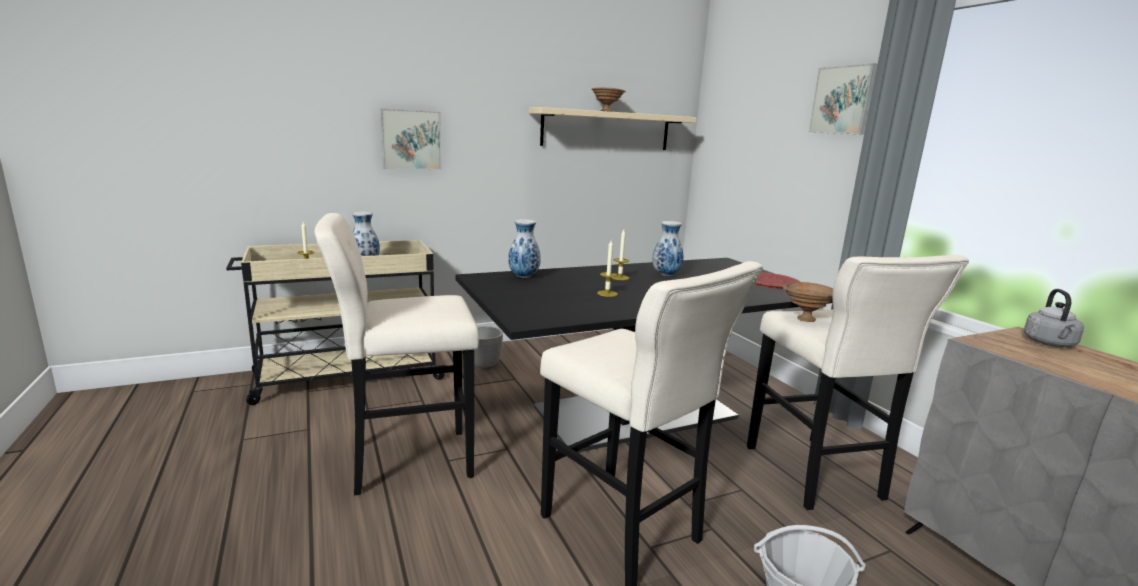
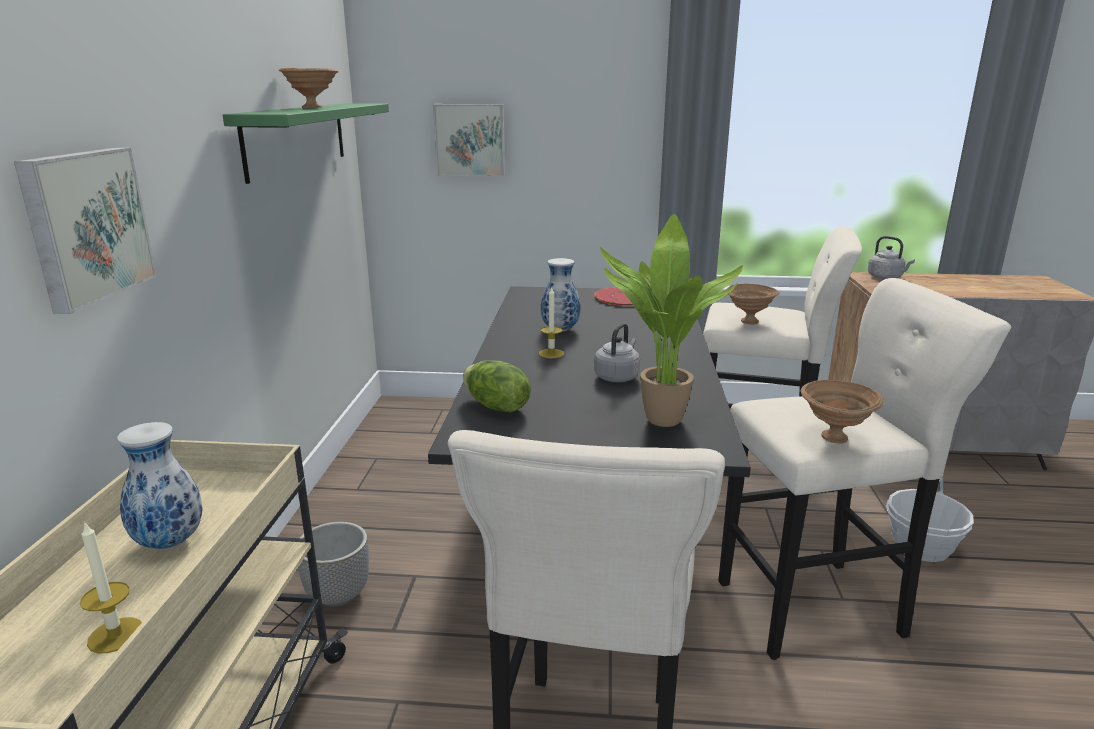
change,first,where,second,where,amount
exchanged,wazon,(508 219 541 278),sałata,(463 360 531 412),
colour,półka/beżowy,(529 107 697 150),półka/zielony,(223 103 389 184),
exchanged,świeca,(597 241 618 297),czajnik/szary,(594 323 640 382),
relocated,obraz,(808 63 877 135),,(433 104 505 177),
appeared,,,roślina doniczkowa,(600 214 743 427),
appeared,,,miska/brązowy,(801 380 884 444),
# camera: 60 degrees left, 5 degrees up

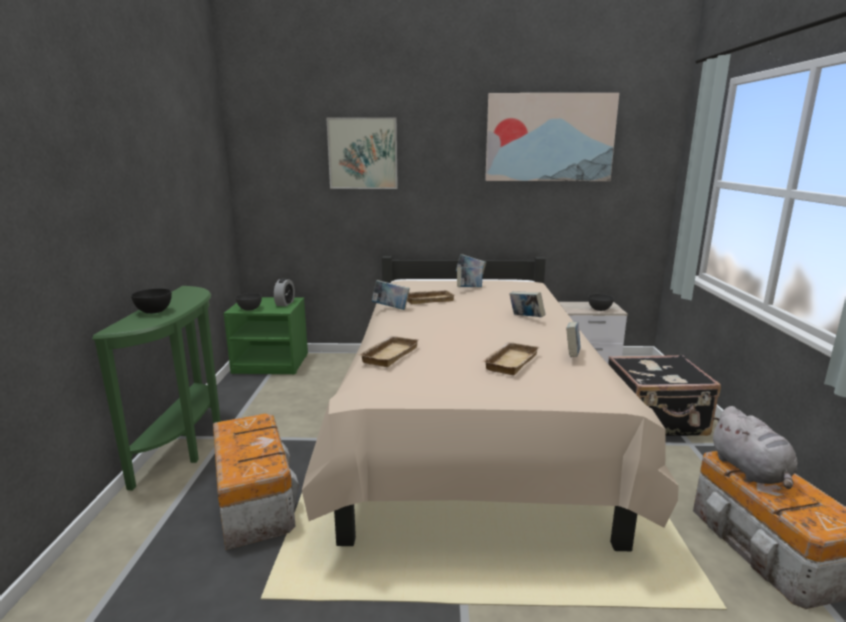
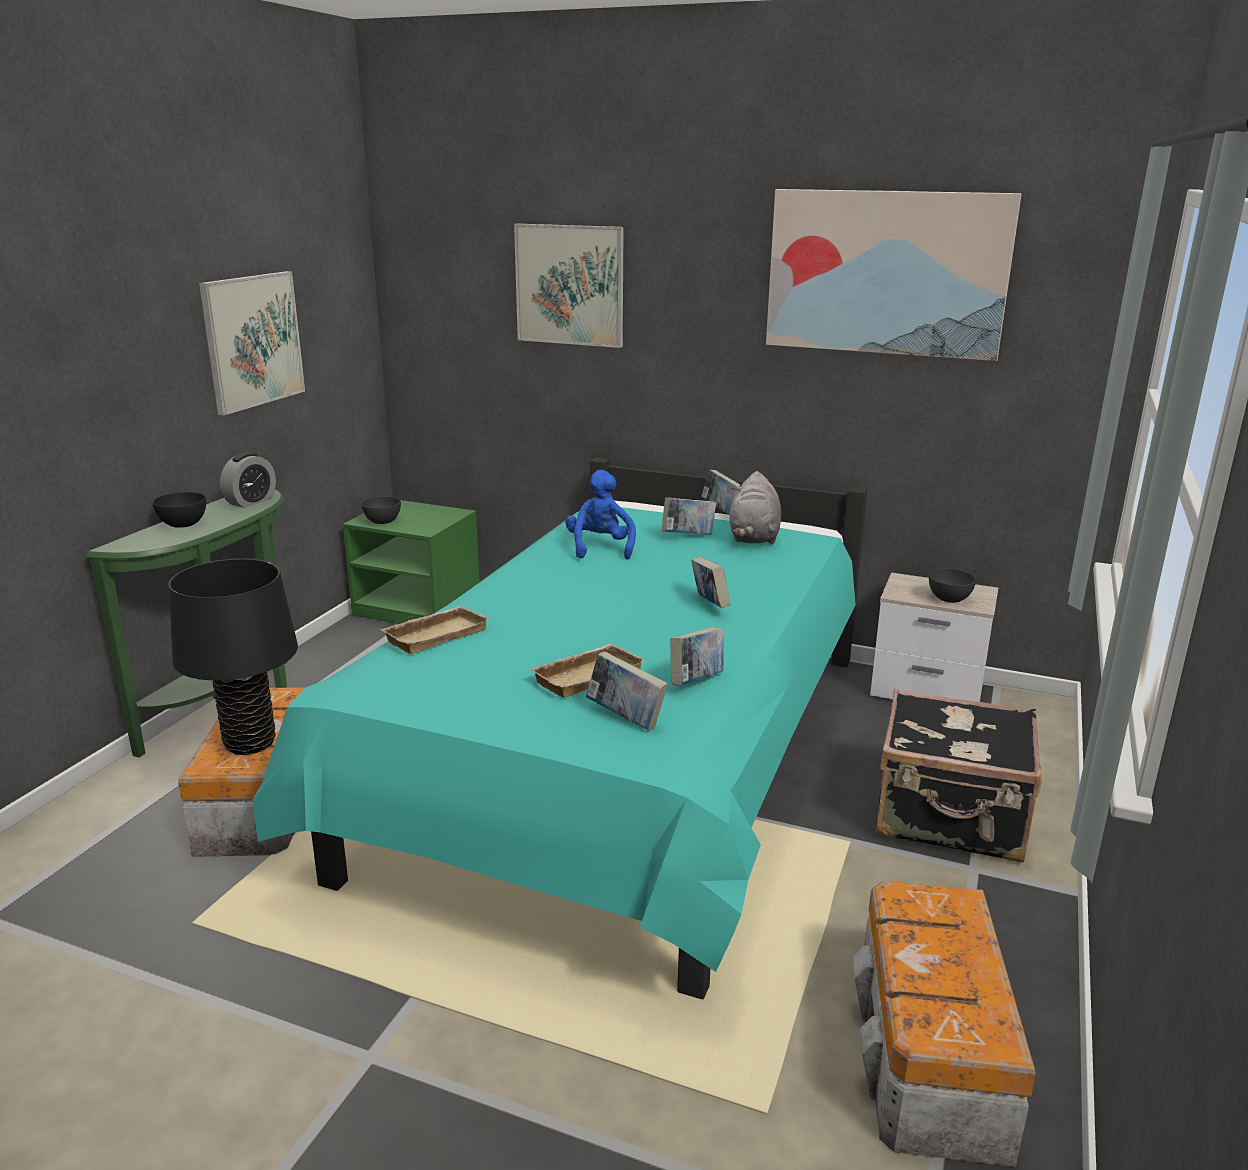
change,first,where,second,where,amount
relocated,budzik,(274 278 295 306),,(220 452 276 508),
colour,łóżko/beżowy,(302 256 679 551),łóżko/turkusowy,(253 458 867 999),
relocated,książka,(372 280 410 310),,(586 652 668 730),
exchanged,taca/beżowy,(407 290 455 304),pluszak/niebieski,(565 470 636 559),
relocated,pluszak/szary,(711 406 798 489),,(729 471 781 544),
appeared,,,lampa stołowa/czarny,(168 558 298 755),
appeared,,,obraz,(199 271 305 416),
# camera: 20 degrees right, 5 degrees up

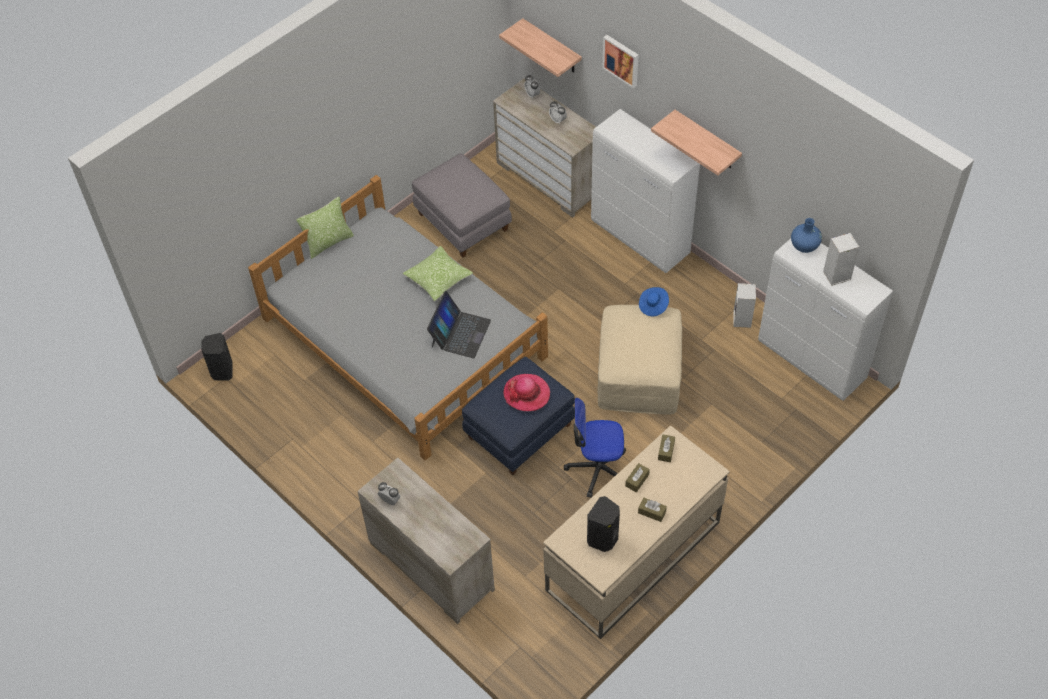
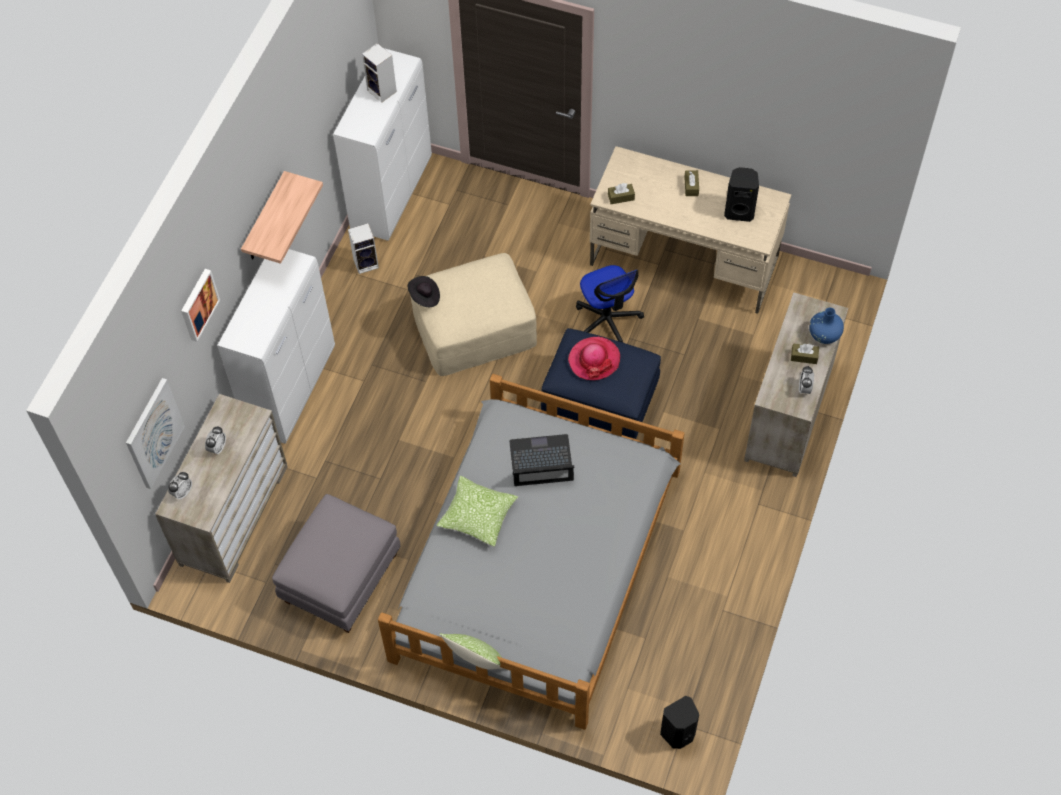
change,first,where,second,where,amount
exchanged,półka,(499 18 582 77),obraz,(126 378 185 489),
relocated,pudełko chusteczek/brązowy,(625 463 650 492),,(791 344 819 364),
colour,kapelusz/niebieski,(639 287 669 316),kapelusz/czarny,(408 276 440 307),
relocated,wazon/niebieski,(791 218 822 253),,(809 308 844 344),
# camera: 115 degrees left, 5 degrees up

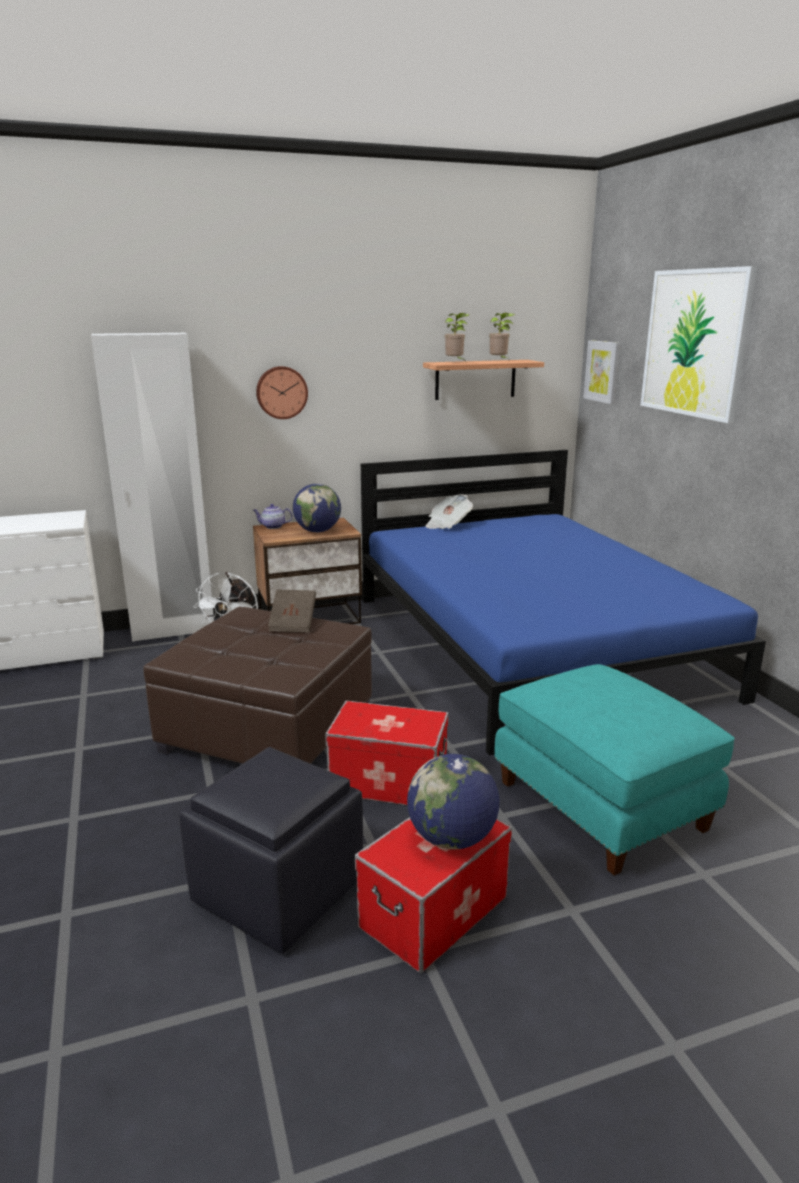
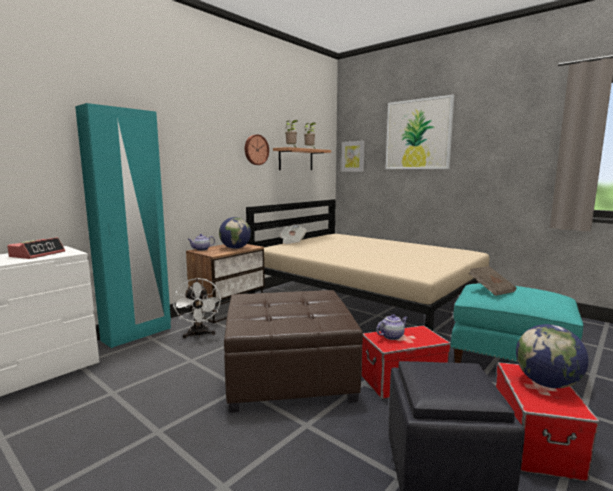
change,first,where,second,where,amount
colour,szafa/biały,(91 333 214 642),szafa/turkusowy,(75 103 171 348),
relocated,zegar ścienny,(256 366 308 419),,(245 134 269 165),
relocated,książka/brązowy,(268 589 316 633),,(469 266 517 296),
colour,łóżko/niebieski,(361 450 766 755),łóżko/beżowy,(246 199 489 331),
appeared,,,budzik,(7 237 65 259),
appeared,,,imbryk,(377 314 408 340),
# camera: 30 degrees left, 10 degrees down

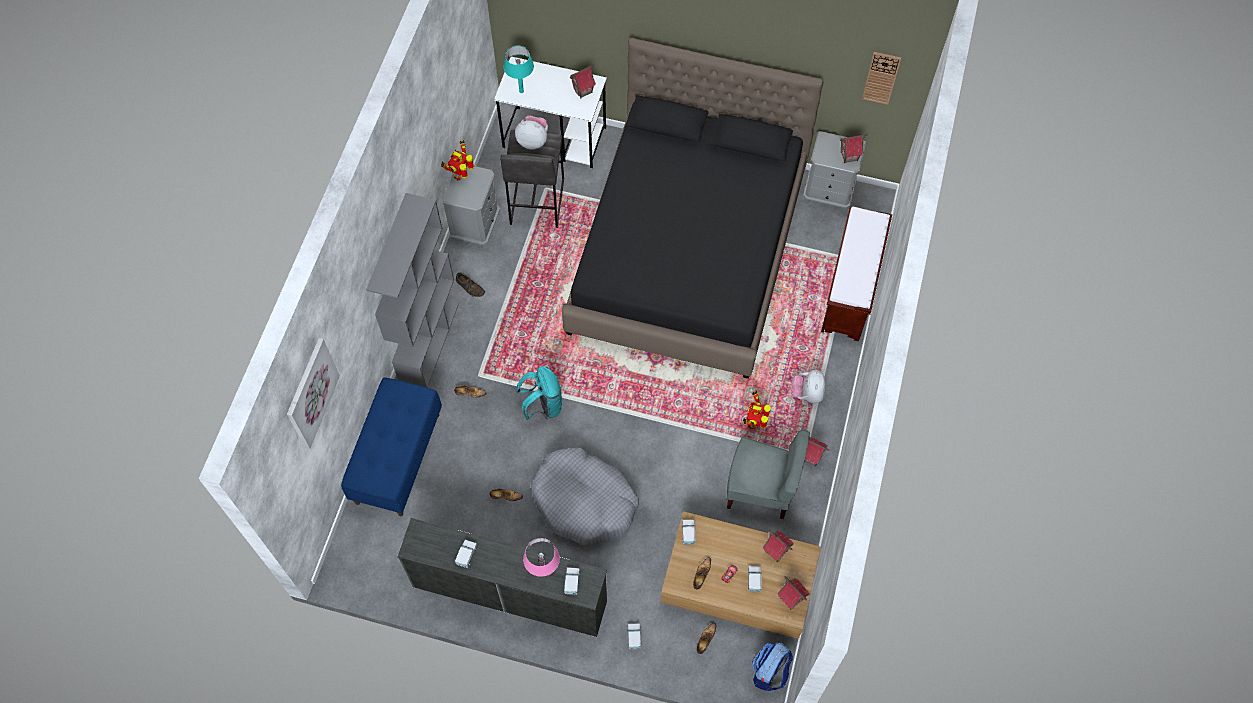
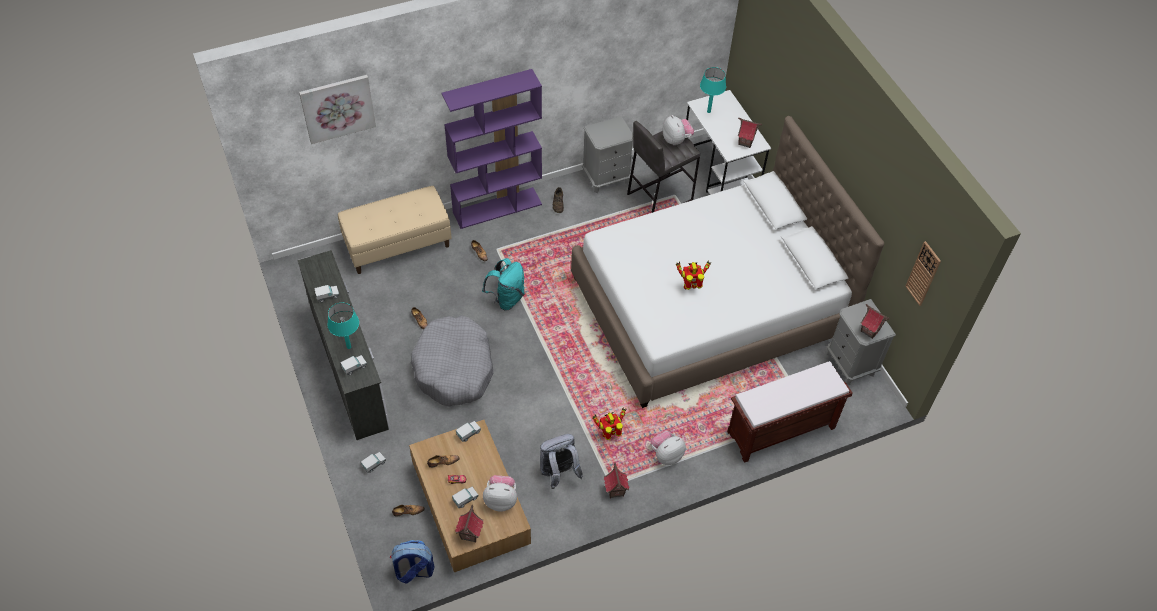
change,first,where,second,where,amount
colour,ławka/niebieski,(341 377 442 516),ławka/beżowy,(338 186 452 274),
colour,regał/szary,(366 193 459 388),regał/fioletowy,(441 69 542 229),
relocated,robot zabawkowy,(441 140 474 181),,(676 261 711 290),
colour,lampa stołowa/różowy,(523 538 560 577),lampa stołowa/turkusowy,(328 303 359 349),
colour,łóżko/czarny,(562 38 823 379),łóżko/biały,(571 116 884 408),
exchanged,krzesło/szary,(727 430 810 519),plecak/szary,(540 434 584 489),
exchanged,domek,(762 529 794 562),pluszak,(483 475 517 512),
# camera: 50 degrees right, 10 degrees down

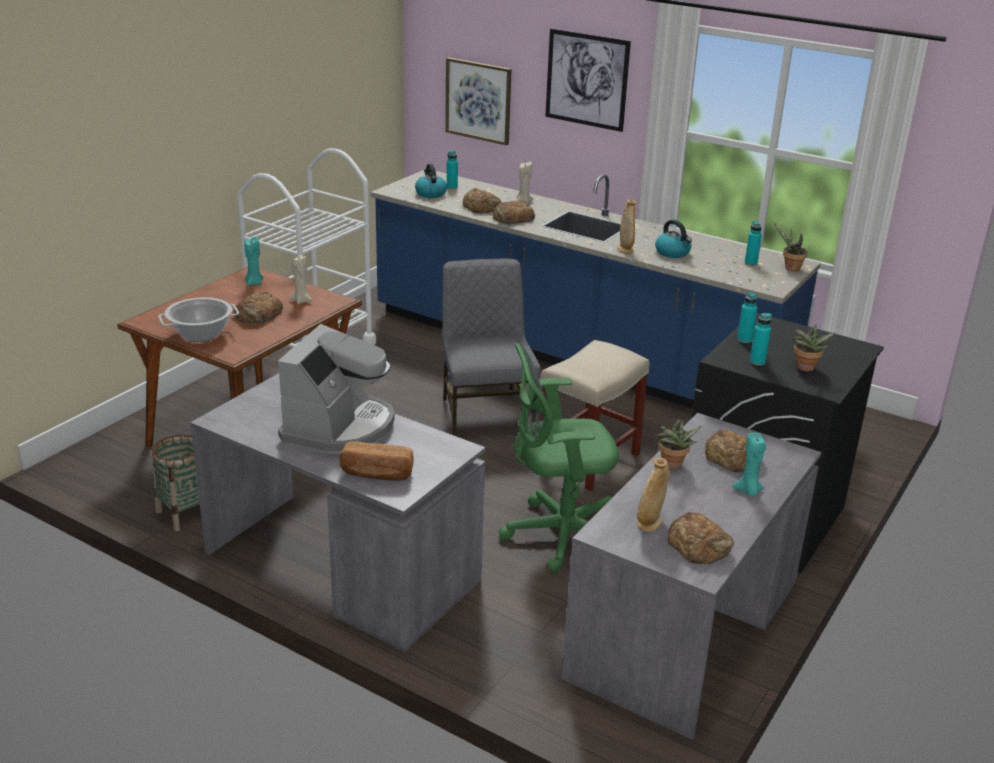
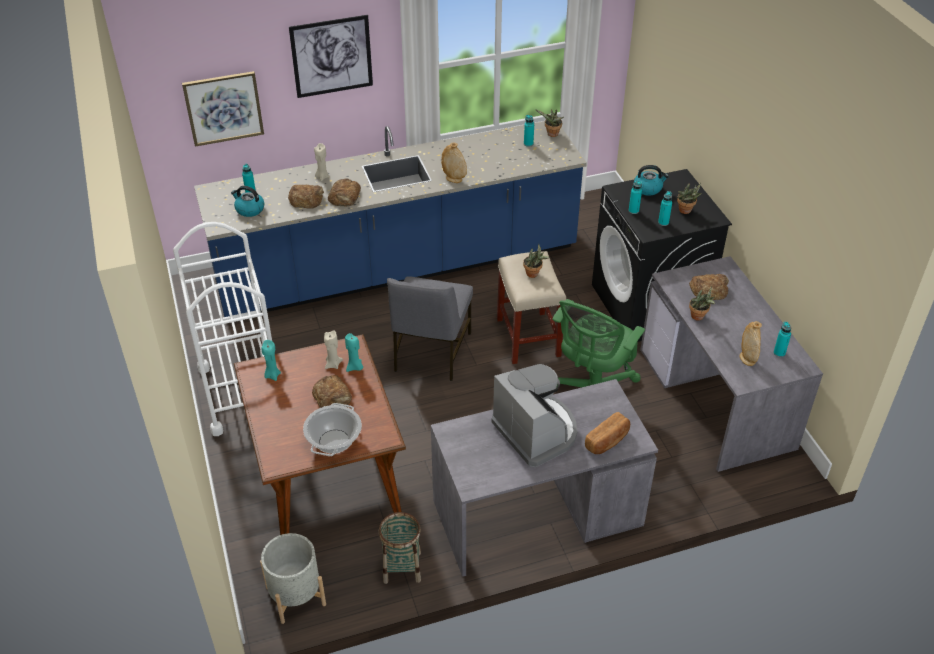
change,first,where,second,where,amount
spun,krzesło/szary,(442 259 541 436),,(387 276 473 381),105 degrees counterclockwise
relocated,czajnik,(655 220 692 258),,(634 165 669 196),
exchanged,chleb,(668 512 734 565),butelka/turkusowy,(774 322 791 357),
relocated,świeca/turkusowy,(733 433 766 496),,(345 333 363 372),
appeared,,,donica/szary,(260 533 326 624),
appeared,,,roślina doniczkowa,(523 243 550 278),
# camera: 50 degrees left, 15 degrees up

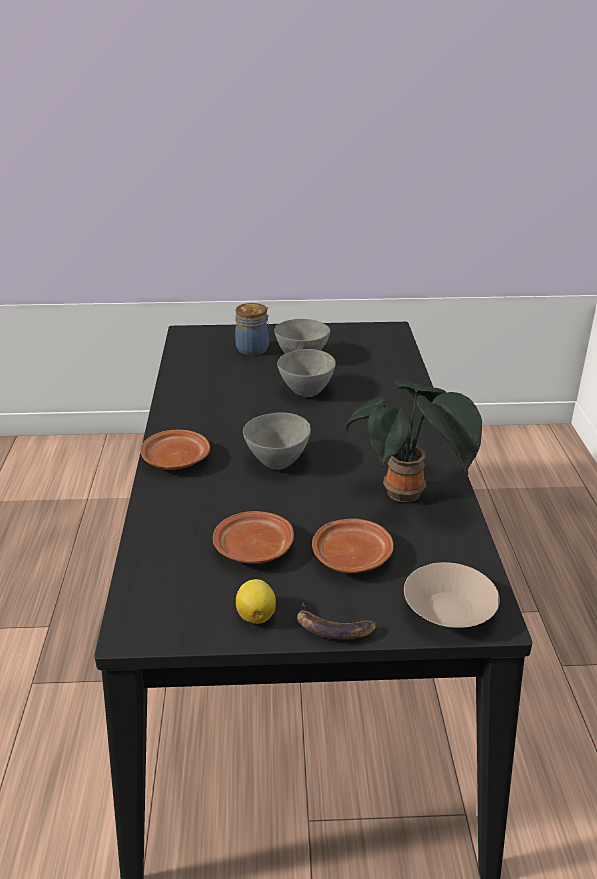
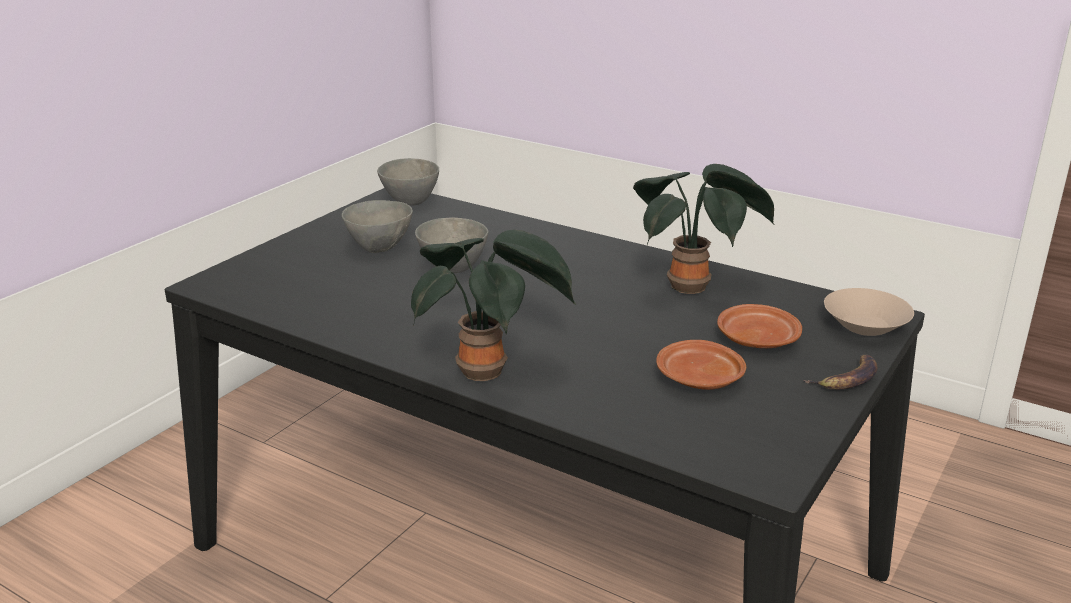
change,first,where,second,where,amount
exchanged,talerz/brązowy,(140 430 210 470),roślina doniczkowa,(411 229 577 381),
missing,słoik,(235 303 270 356),,,
missing,cytryna,(236 579 276 624),,,
relocated,miska/szary,(243 412 311 470),,(377 158 439 206),
# camera: 55 degrees left, 5 degrees down

